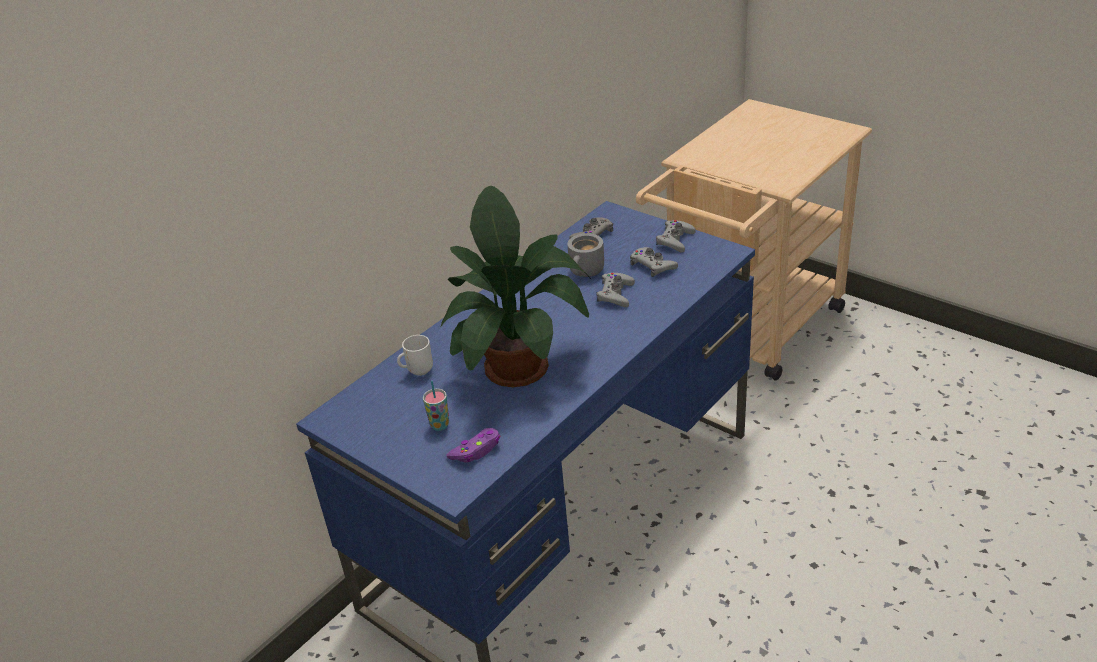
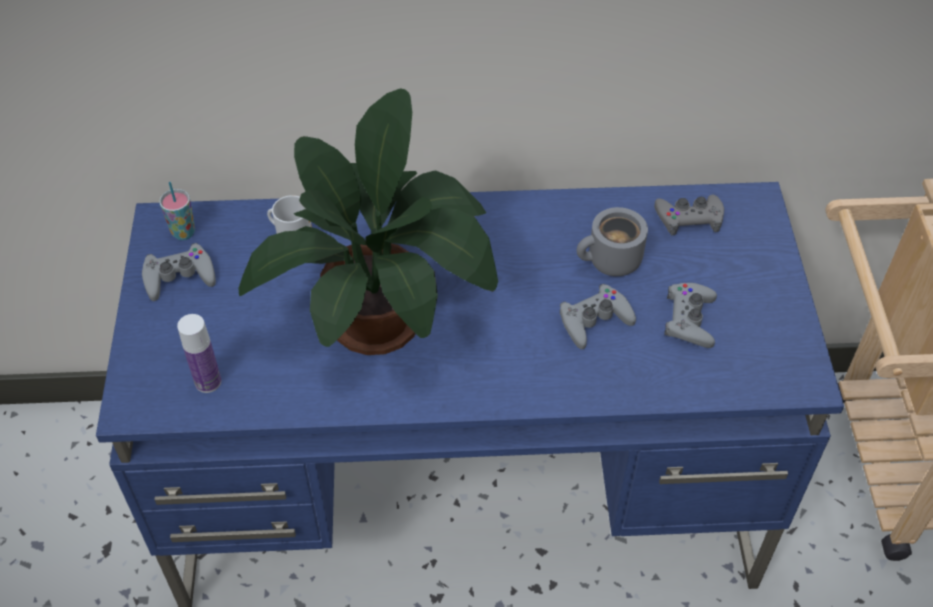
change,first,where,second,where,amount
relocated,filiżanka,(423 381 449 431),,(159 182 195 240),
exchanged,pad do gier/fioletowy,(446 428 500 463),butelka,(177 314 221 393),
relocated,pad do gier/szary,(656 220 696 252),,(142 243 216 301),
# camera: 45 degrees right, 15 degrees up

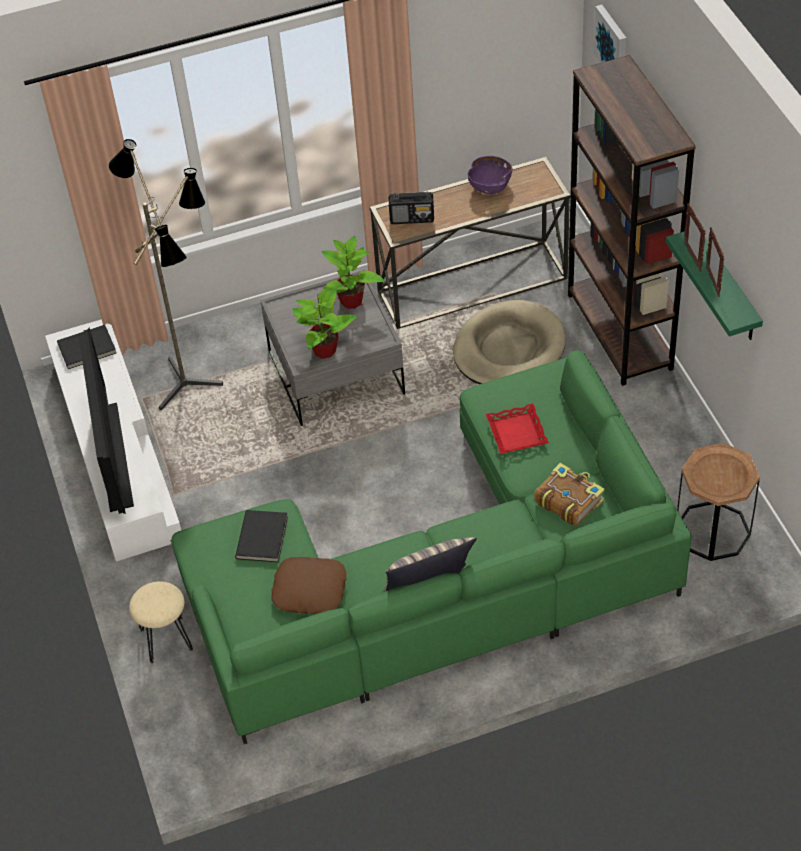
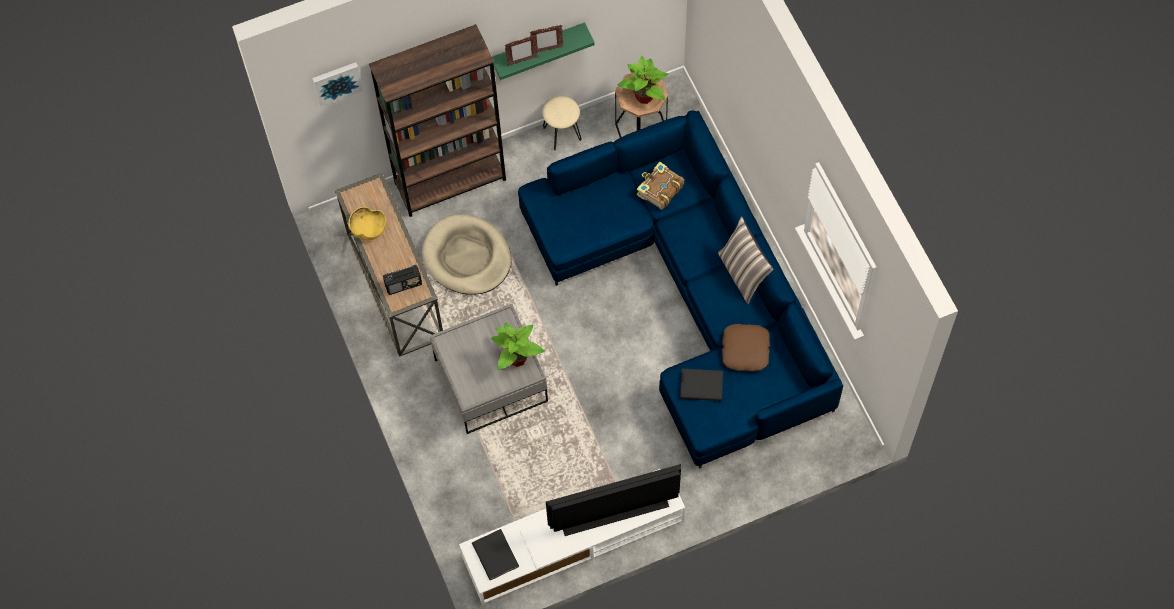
change,first,where,second,where,amount
missing,lampa stojąca,(109 139 223 410),,,
relocated,stołek/beżowy,(129 581 193 664),,(543 96 582 150),
colour,kanapa/zielony,(172 350 691 744),kanapa/niebieski,(518 110 843 469),
relocated,roślina doniczkowa,(322 236 385 309),,(617 56 668 104),
spun,radio,(389 192 434 224),,(383 265 422 295),75 degrees clockwise
colour,miska/fioletowy,(468 156 512 194),miska/żółty,(349 207 386 240),
missing,taca/czerwony,(486 404 549 454),,,
# camera: 95 degrees left, 15 degrees up

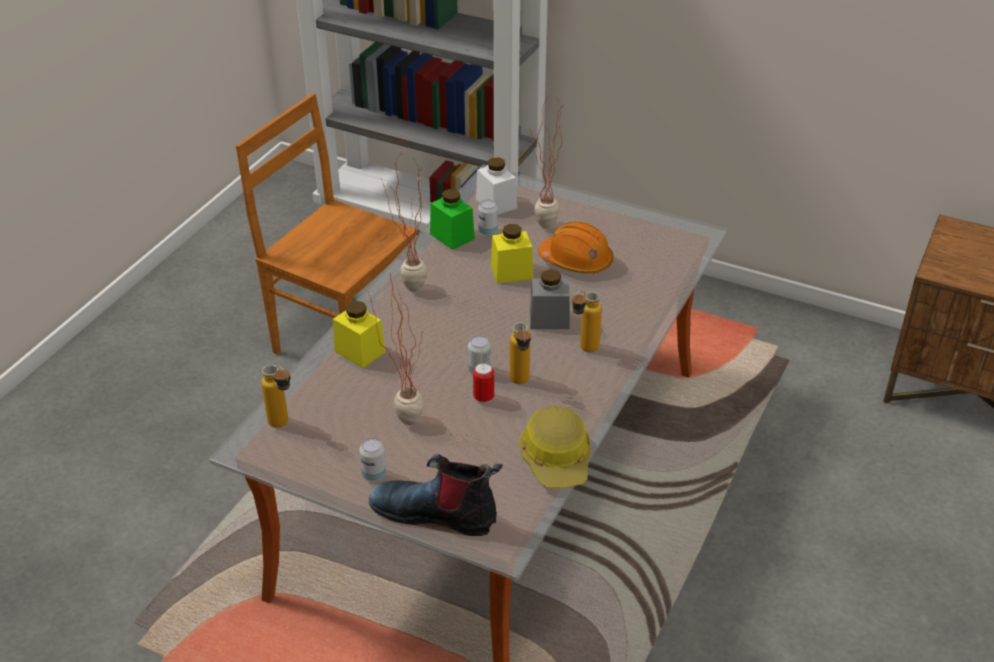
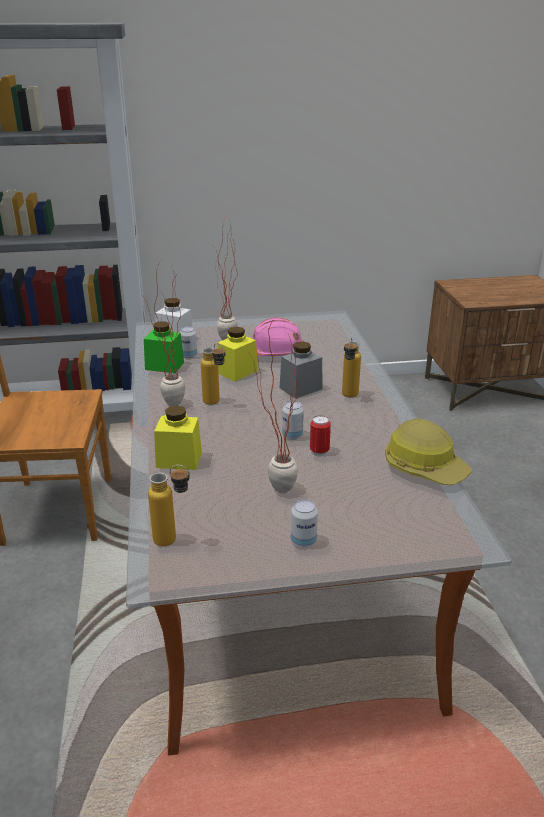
change,first,where,second,where,amount
missing,but z cholewką,(369 454 503 536),,,
relocated,butelka,(510 323 531 384),,(201 343 225 405),
colour,kask/pomarańczowy,(538 221 613 274),kask/różowy,(253 317 304 356),
# camera: 35 degrees left, 10 degrees down

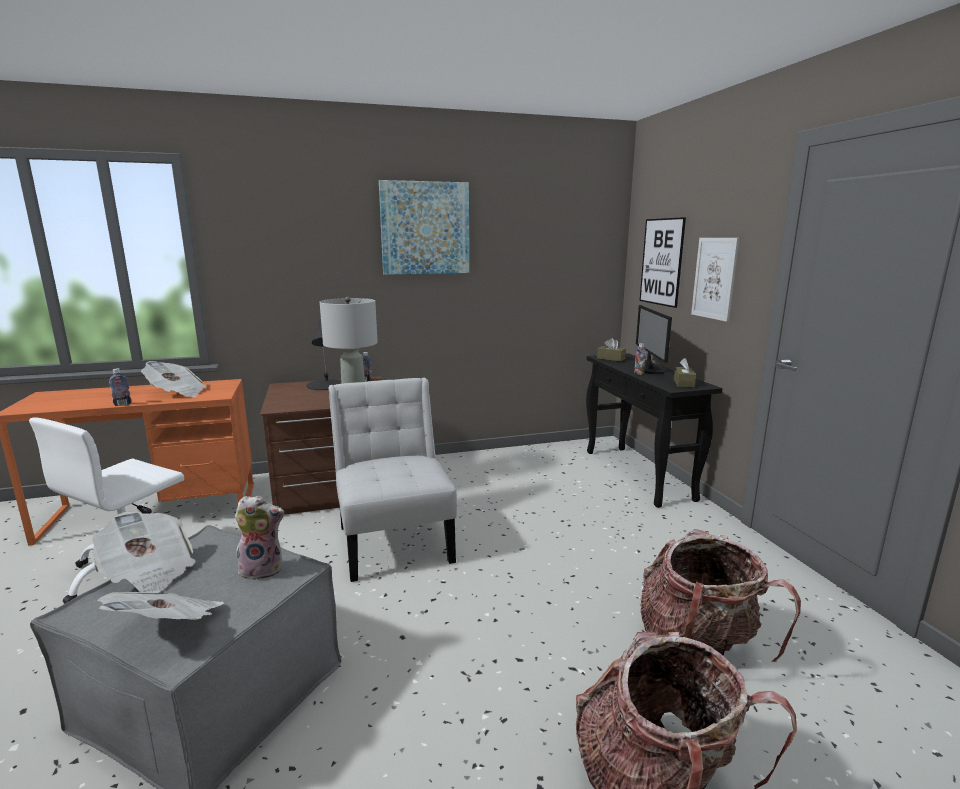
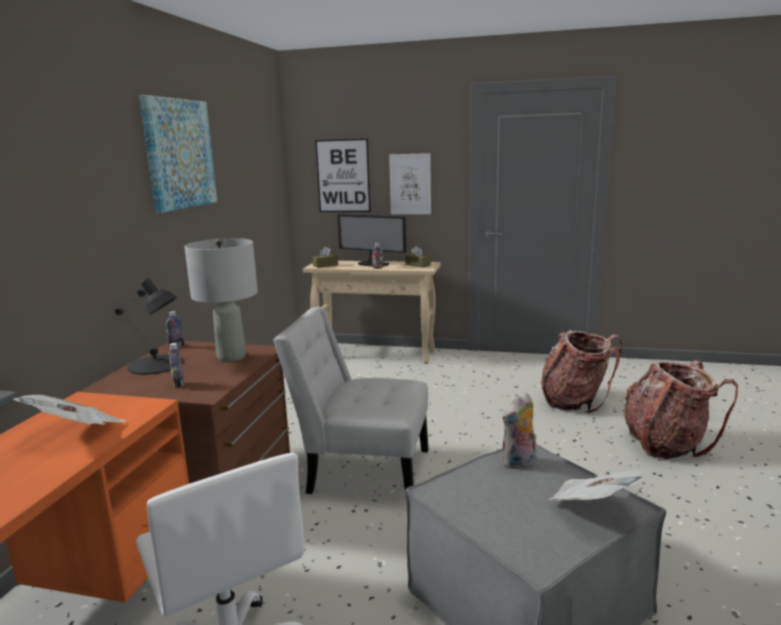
change,first,where,second,where,amount
missing,gazeta,(92 511 195 593),,,
relocated,butelka,(109 368 132 406),,(168 343 184 388),
spun,pluszak,(235 496 284 580),,(502 392 536 469),150 degrees counterclockwise
colour,stolik konsolowy/czarny,(586 353 723 508),stolik konsolowy/beżowy,(303 261 441 364),
# camera: 60 degrees left, 0 degrees up

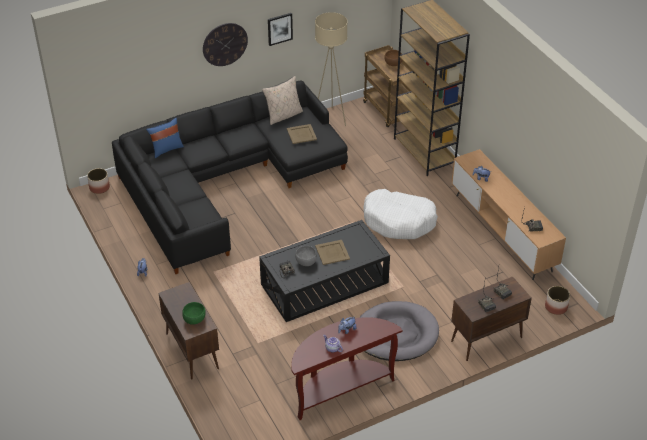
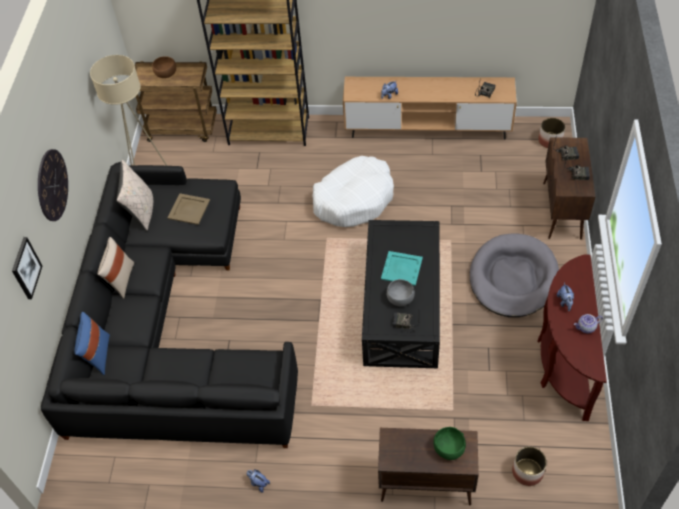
change,first,where,second,where,amount
relocated,donica,(87 168 110 194),,(512 446 547 486),
relocated,obraz,(268 13 293 46),,(12 237 42 299),
colour,taca/beżowy,(315 240 350 265),taca/turkusowy,(381 251 423 286),
appeared,,,poduszka/beżowy,(97 237 134 299),
# camera: 55 degrees left, 10 degrees up

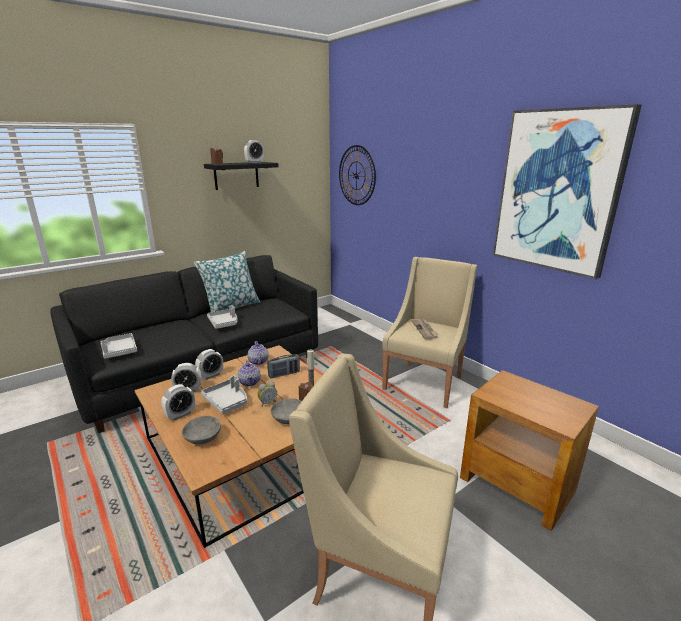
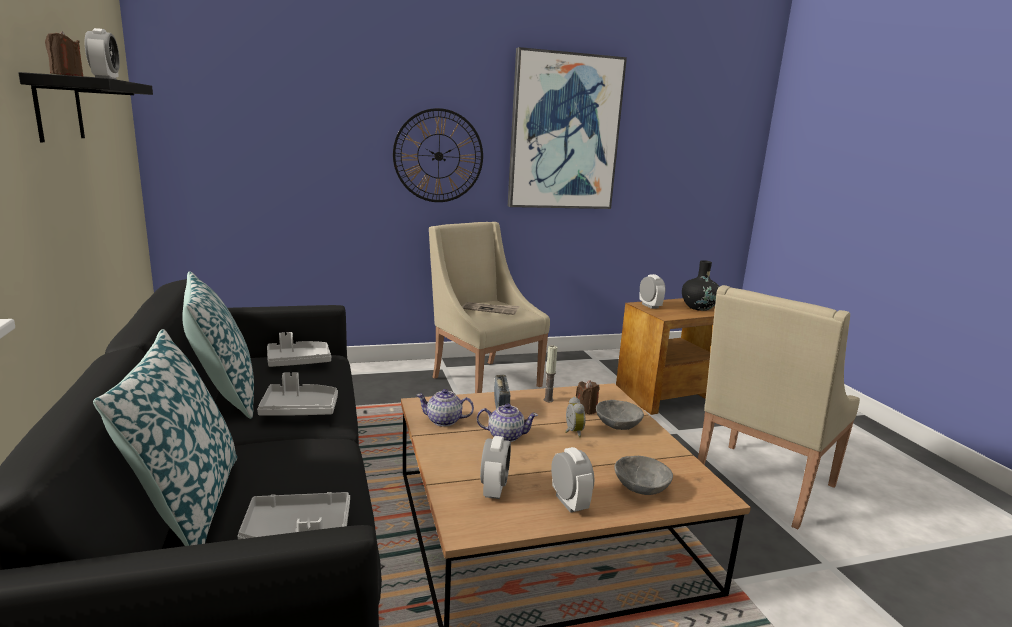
change,first,where,second,where,amount
relocated,budzik,(195 349 223 380),,(639 274 666 309),
relocated,taca/szary,(201 375 247 414),,(267 332 331 367),
relocated,zegar ścienny,(339 145 376 205),,(393 108 483 202),
appeared,,,poduszka,(93 329 237 546),
appeared,,,wazon/czarny,(682 260 720 311),
# camera: 70 degrees left, 5 degrees down

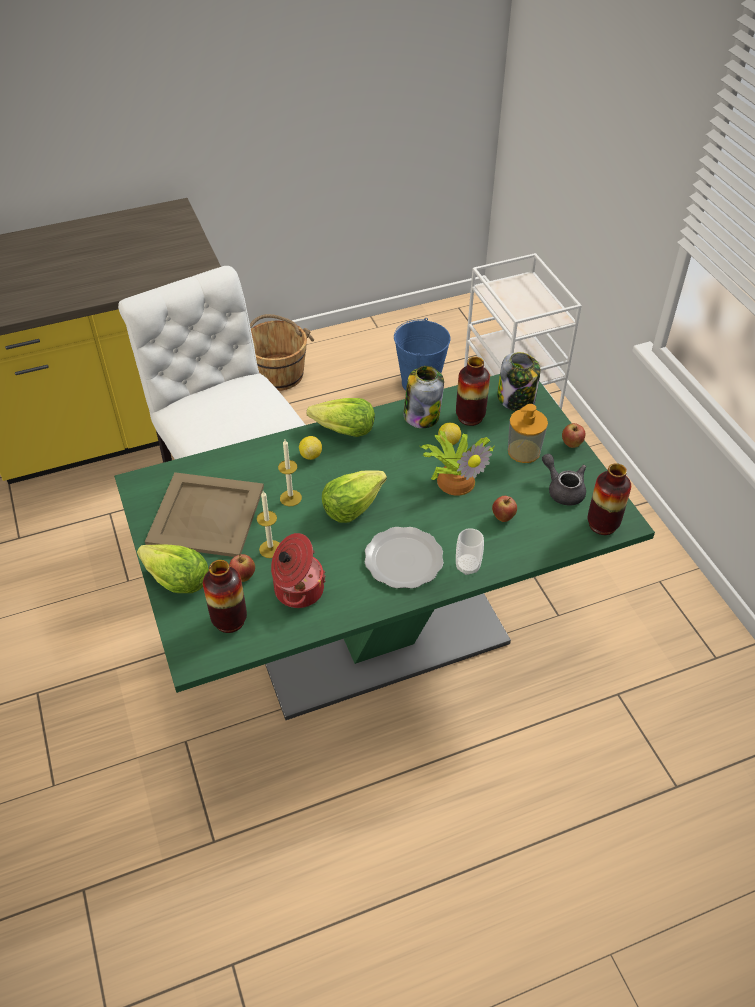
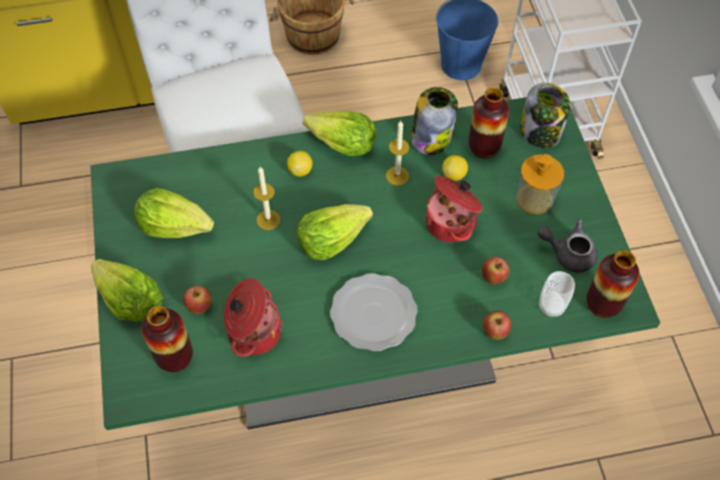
change,first,where,second,where,amount
exchanged,taca/beżowy,(145 472 264 557),sałata,(134 188 214 238),
relocated,świeca,(257 491 280 558),,(386 121 409 186),
exchanged,roślina doniczkowa,(420 430 495 496),garnek,(425 176 483 243),
relocated,filiżanka,(456 528 484 575),,(539 271 575 317),
spun,imbryk/szary,(542 454 586 505),,(538 219 597 273),45 degrees counterclockwise
relocated,jabłko,(562 423 585 448),,(483 311 512 340),
# camera: 10 degrees right, 10 degrees up

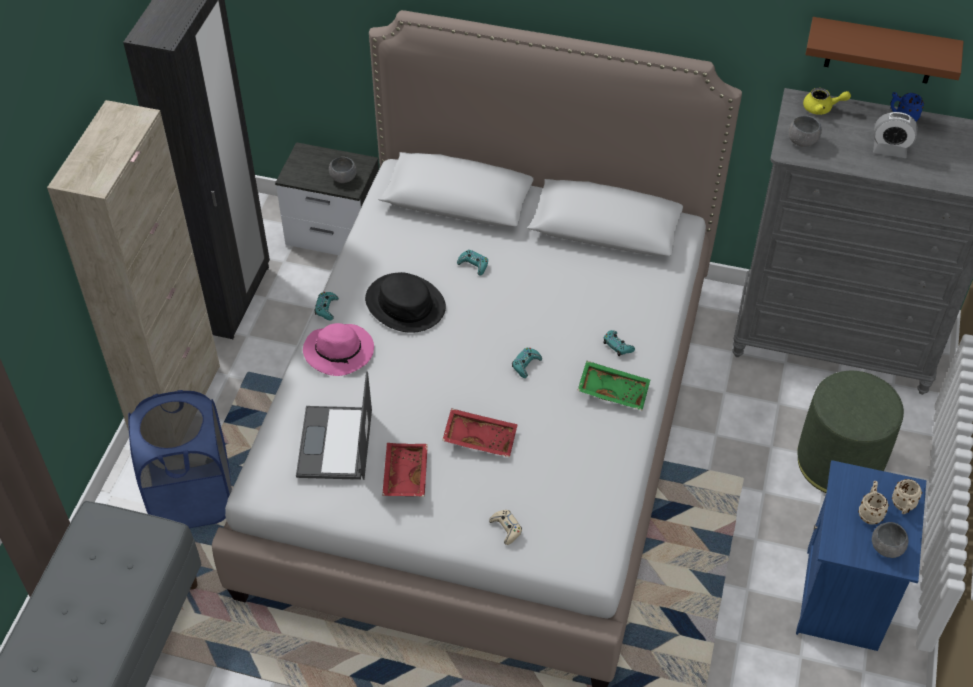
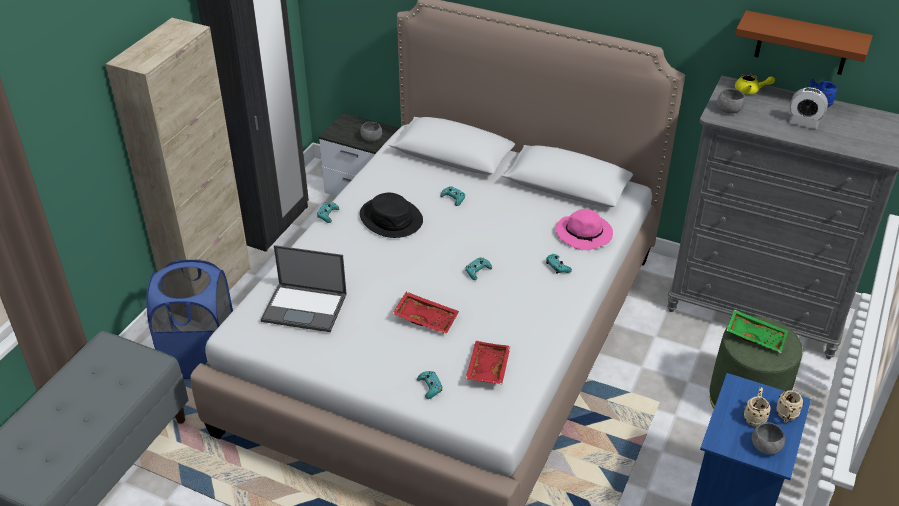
change,first,where,second,where,amount
spun,laptop,(296 371 372 480),,(261 245 347 332),90 degrees counterclockwise
relocated,kapelusz/różowy,(303 323 374 376),,(556 209 613 250),
relocated,taca/czerwony,(382 443 428 497),,(466 341 511 384),
colour,pad do gier/beżowy,(489 510 522 545),pad do gier/turkusowy,(417 371 443 399),
relocated,taca/zielony,(577 361 650 410),,(726 309 788 353),
# camera: 10 degrees right, 10 degrees down

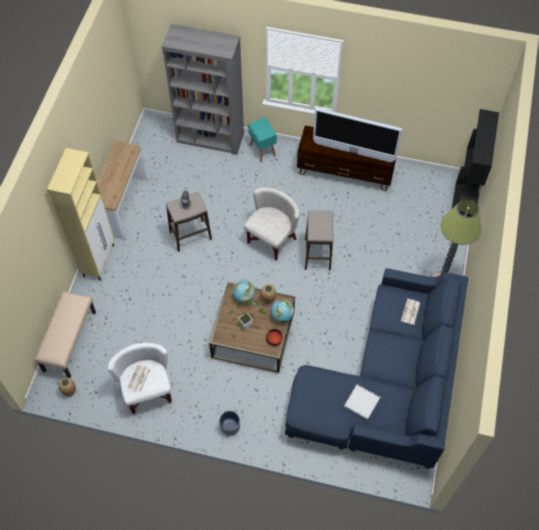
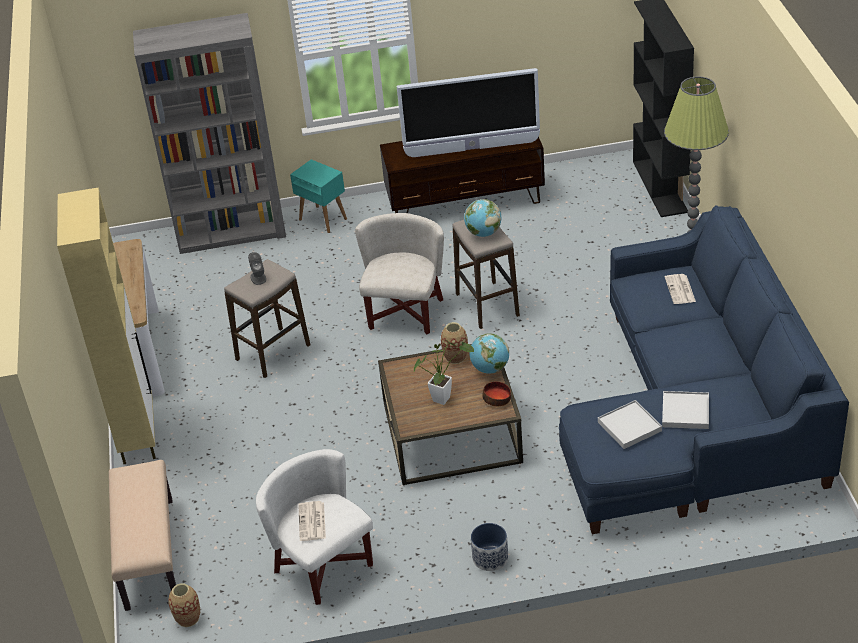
change,first,where,second,where,amount
relocated,globus,(232 280 256 303),,(464 199 501 237),
appeared,,,taca/biały,(598 400 662 449),
# camera: 20 degrees left, 20 degrees down

